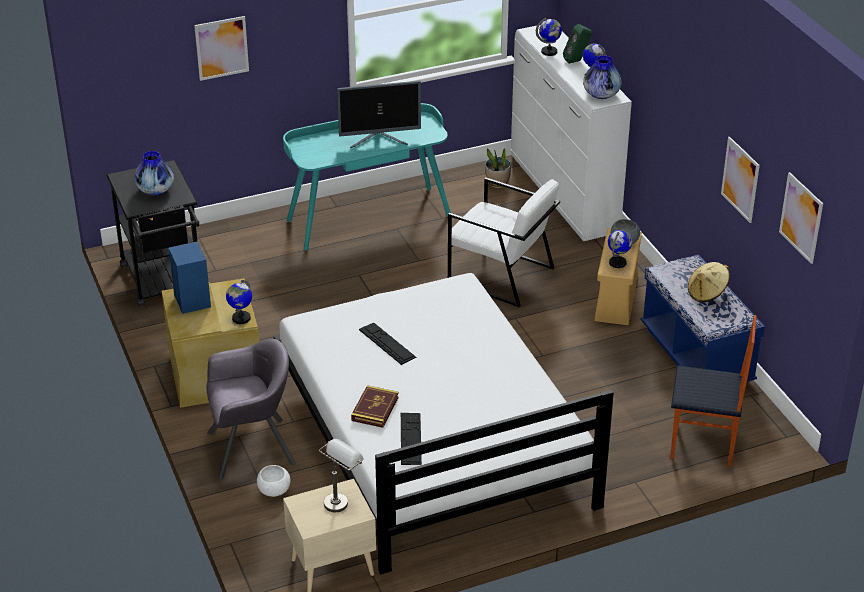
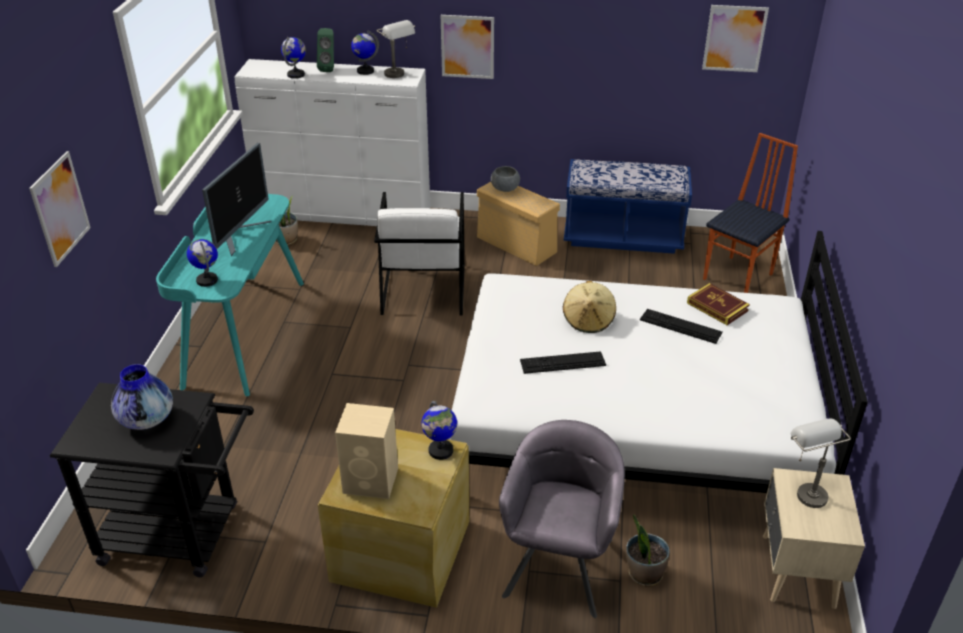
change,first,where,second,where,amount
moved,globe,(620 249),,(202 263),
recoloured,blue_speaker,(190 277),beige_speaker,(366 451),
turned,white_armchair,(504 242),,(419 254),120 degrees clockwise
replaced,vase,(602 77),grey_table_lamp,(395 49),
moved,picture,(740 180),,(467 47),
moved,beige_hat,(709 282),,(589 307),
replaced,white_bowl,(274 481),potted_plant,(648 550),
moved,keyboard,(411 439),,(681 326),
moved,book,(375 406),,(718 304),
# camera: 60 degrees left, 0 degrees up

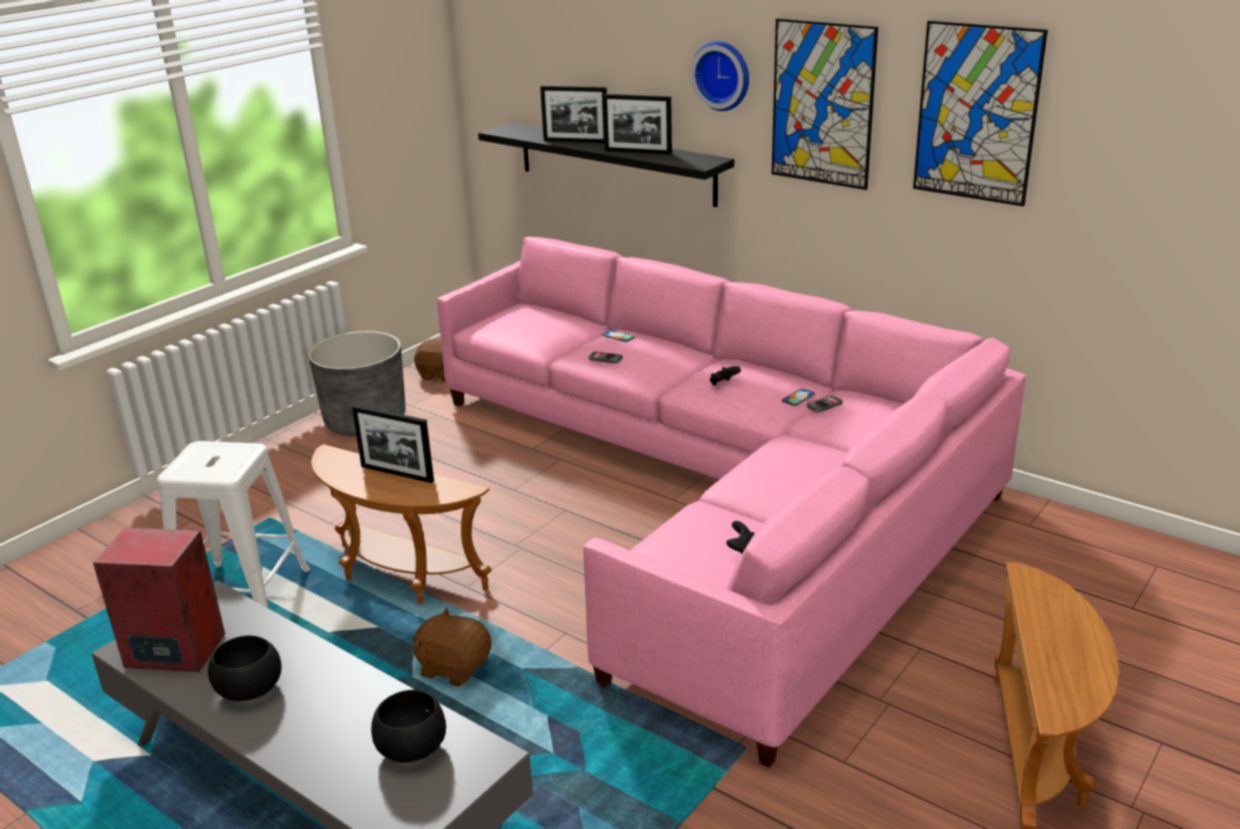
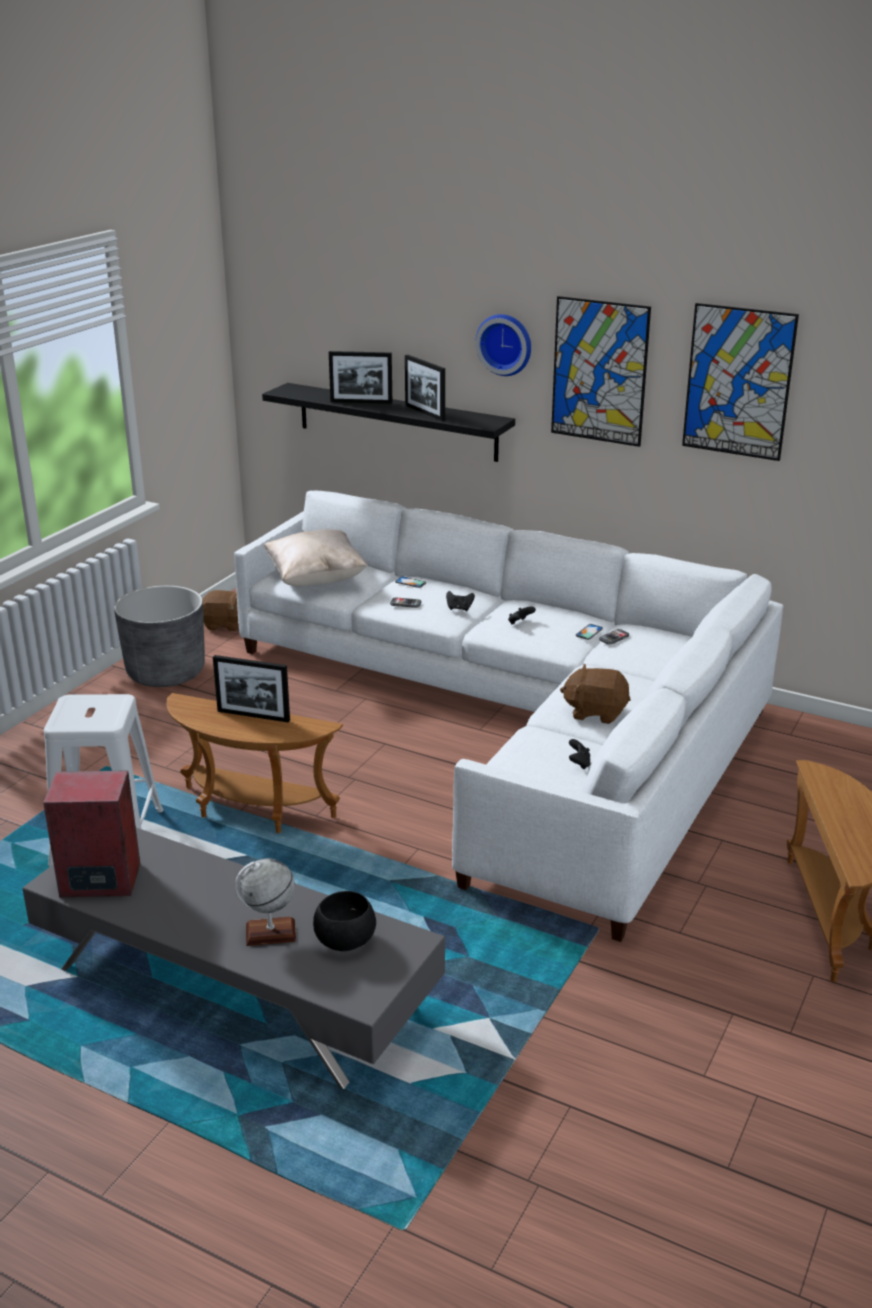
change,first,where,second,where,amount
recoloured,pink_sofa,(731 502),white_sofa,(508 716),
added,,,globe,(265 902),
added,,,beige_pillow,(316 558),
turned,picture_frame,(637 124),,(425 388),45 degrees clockwise
added,,,black_game_controller,(460 601),
moved,brown_plush_toy,(452 647),,(595 694),
removed,black_bowl,(245 668),,,
# camera: 10 degrees left, 0 degrees up

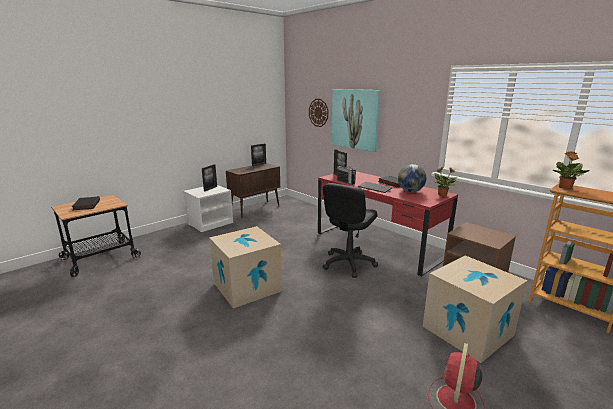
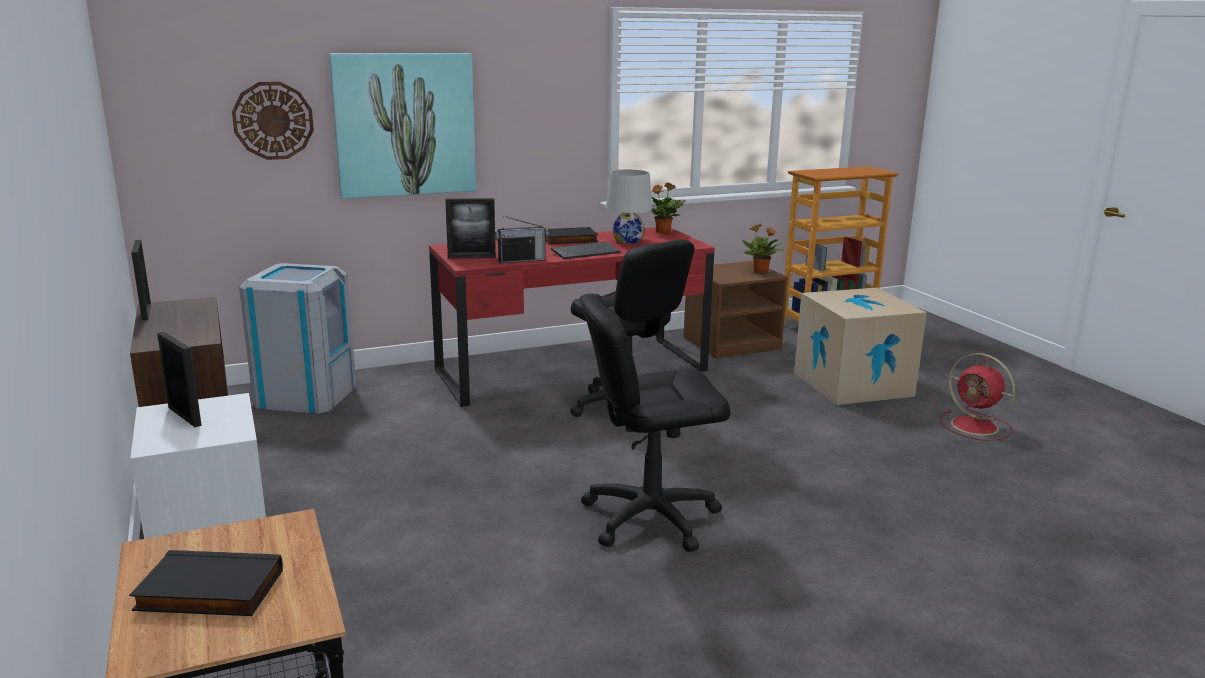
change,first,where,second,where,amount
added,,,grey_trash_can,(297 338),
replaced,cardboard_box,(245 267),black_office_chair,(655 423),
replaced,globe,(412 178),white_table_lamp,(629 206),
moved,potted_plant,(571 170),,(763 248),
# camera: 70 degrees left, 0 degrees up

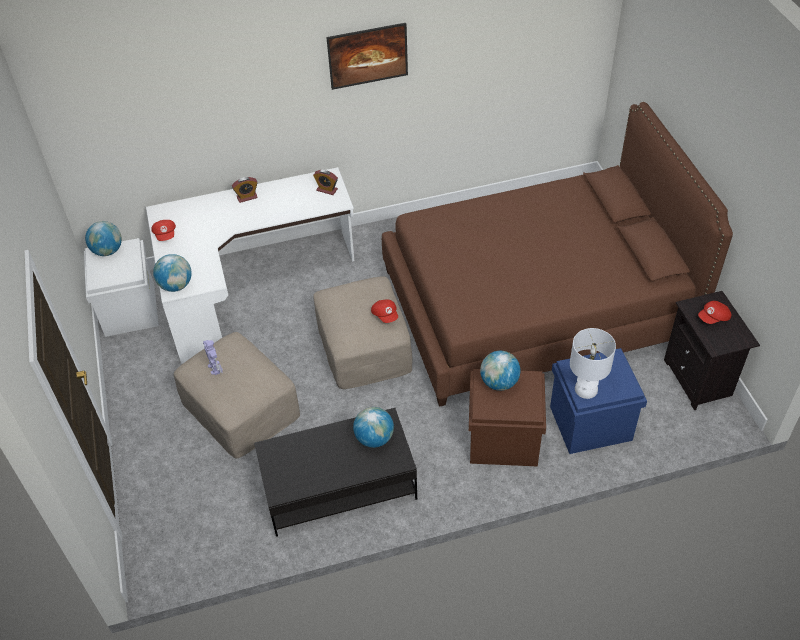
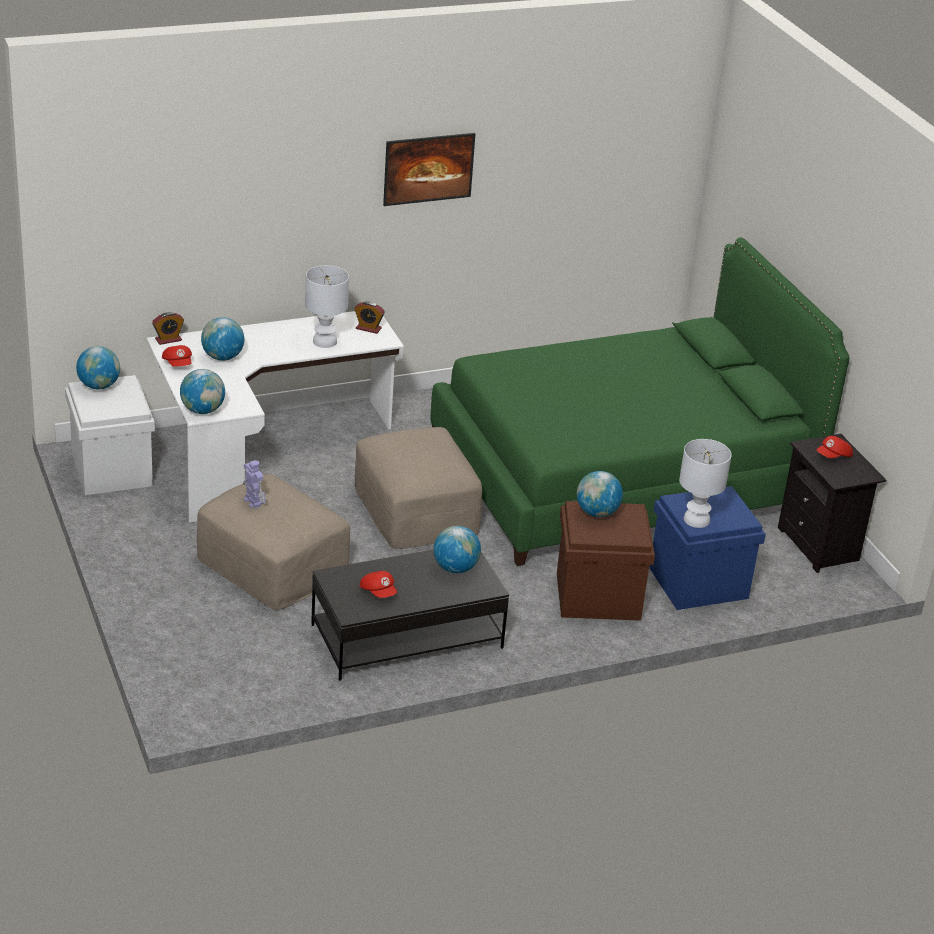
change,first,where,second,where,amount
moved,alarm_clock,(245 190),,(168 328),
added,,,globe,(222 339),
added,,,white_table_lamp,(327 306),
moved,red_cap,(384 311),,(378 584),
recoloured,brown_bed,(557 254),green_bed,(640 401),
# camera: 10 degrees left, 15 degrees down

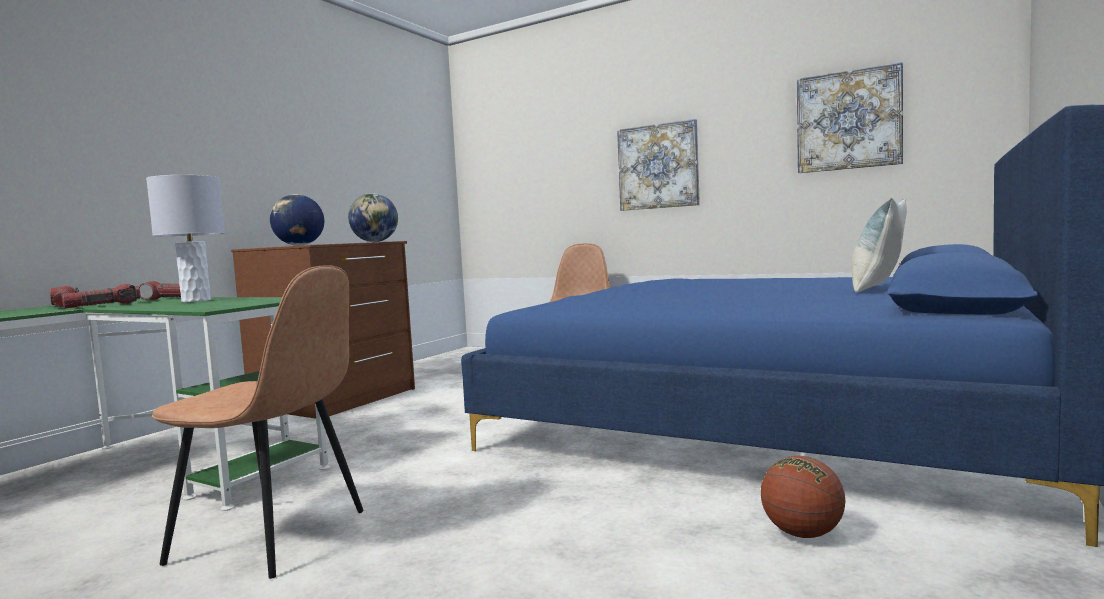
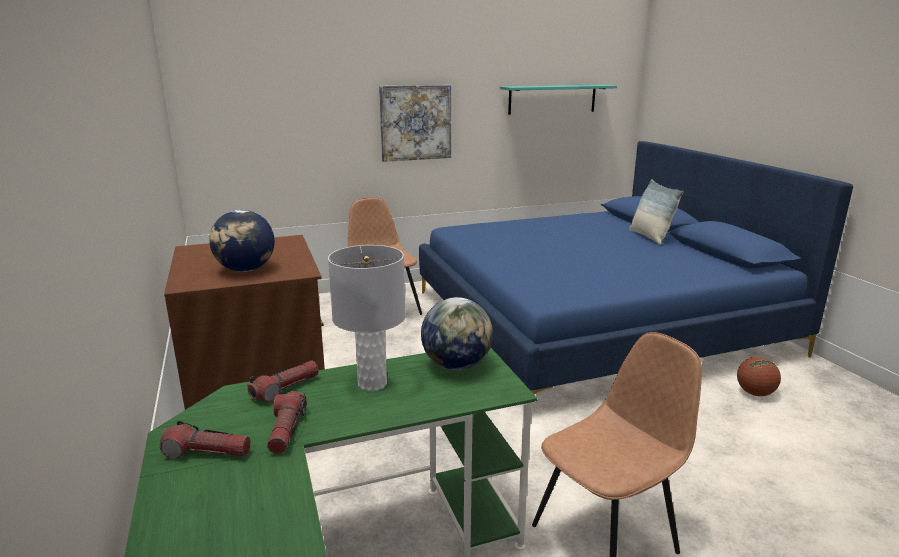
change,first,where,second,where,amount
moved,globe,(373 217),,(457 333),
replaced,picture,(850 117),turquoise_shelf,(558 100),
# camera: 50 degrees left, 15 degrees up

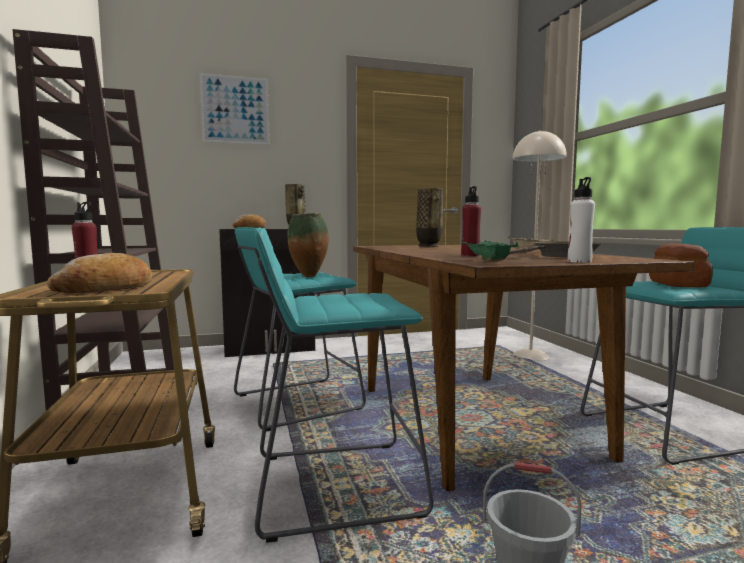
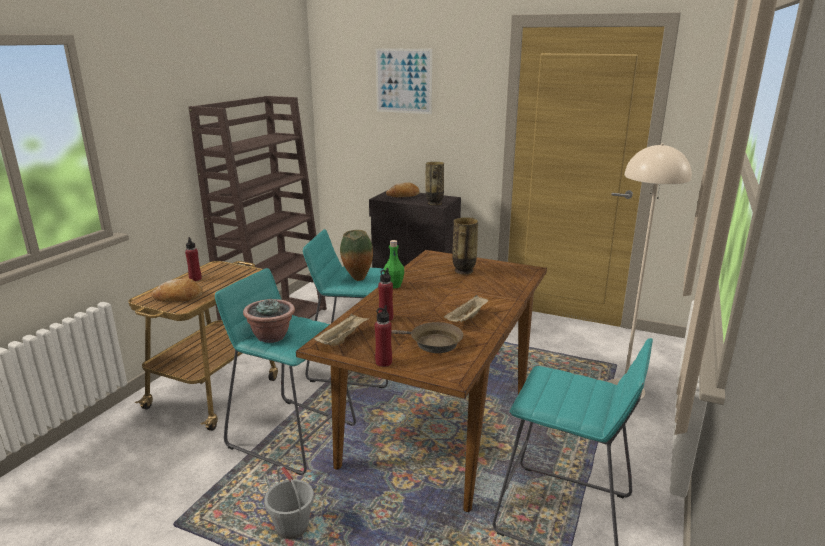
change,first,where,second,where,amount
added,,,potted_plant,(269 320),
recoloured,green_tray,(490 251),beige_tray,(341 329),
recoloured,white_bottle,(581 220),red_bottle,(383 336),
added,,,green_bottle,(394 264),
removed,bread,(681 265),,,
# camera: 40 degrees right, 15 degrees up

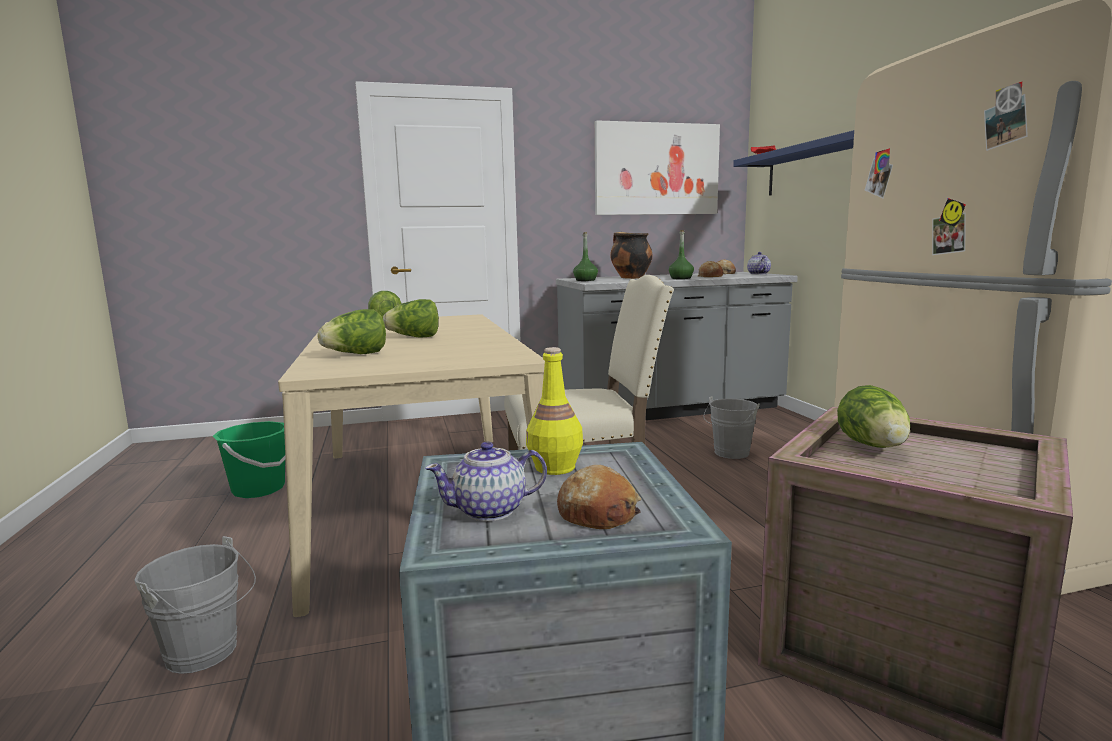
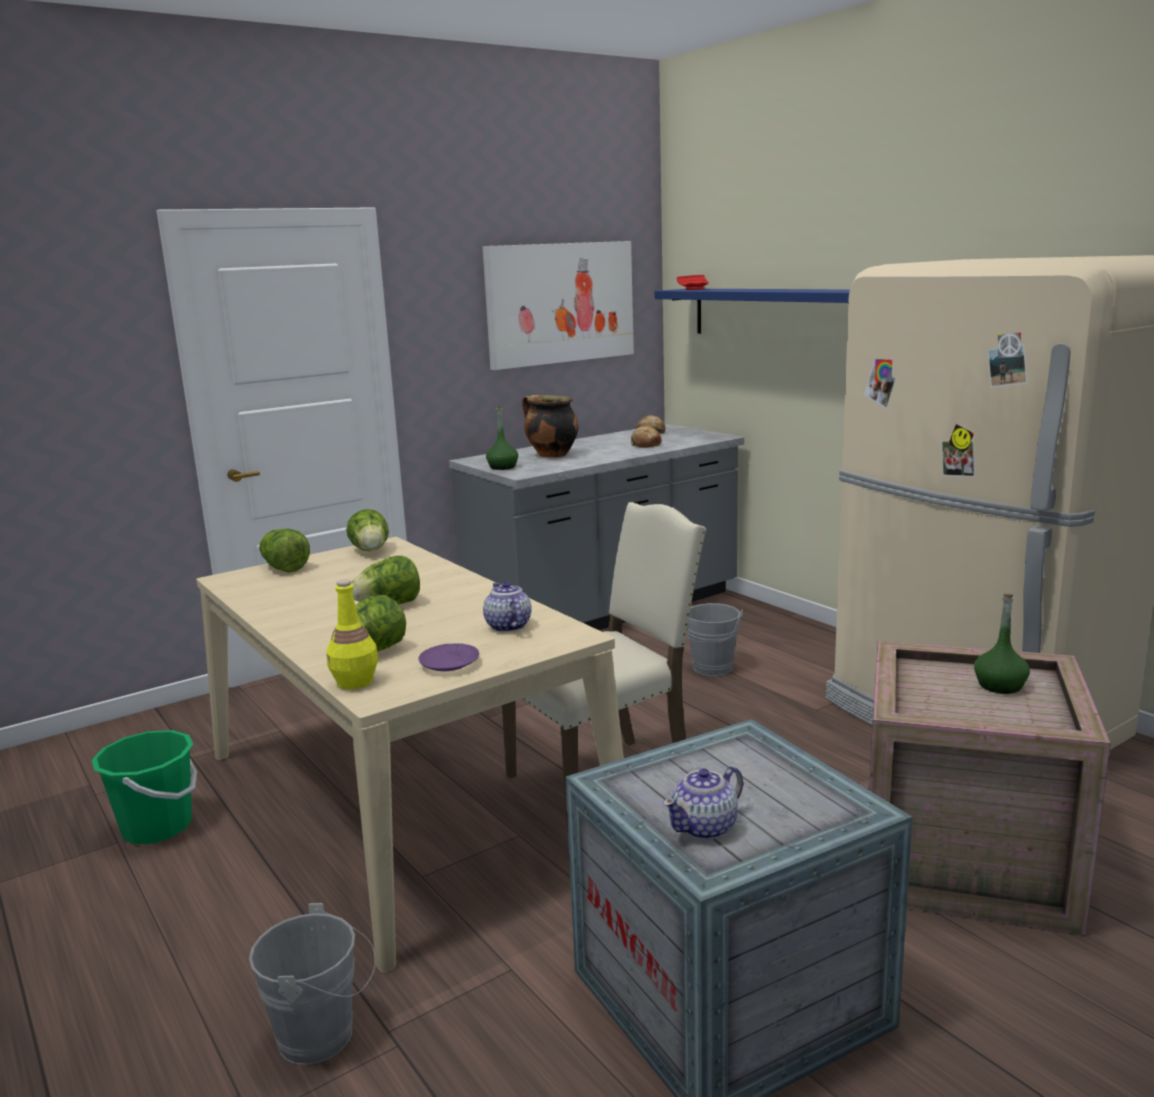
change,first,where,second,where,amount
moved,yellow_bottle,(554 411),,(352 634),
moved,lettuce,(873 416),,(367 530),
added,,,purple_plate,(448 657),
moved,teapot,(759 263),,(507 606),
moved,green_bottle,(681 254),,(1002 643),
removed,bread,(599 497),,,
# camera: 20 degrees left, 5 degrees up

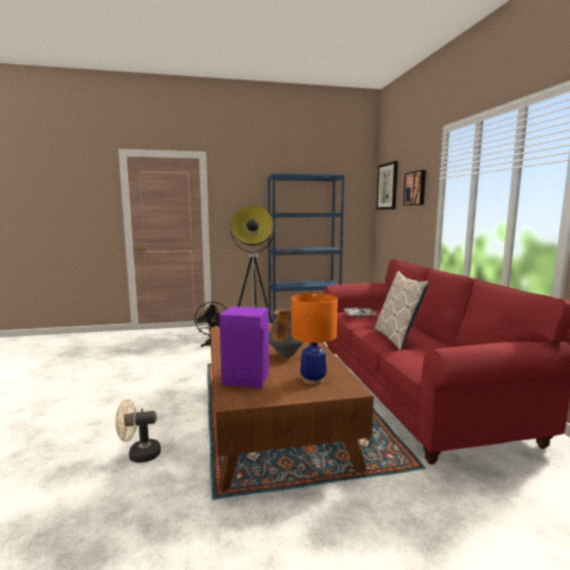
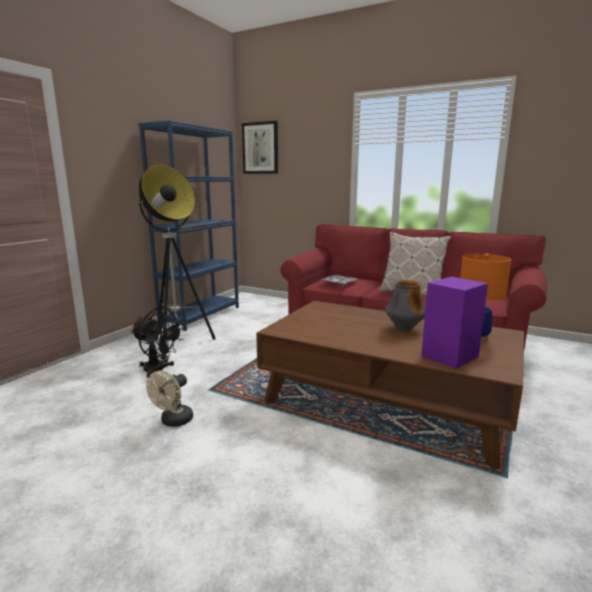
change,first,where,second,where,amount
moved,beige_fan,(138 431),,(169 398),
removed,picture,(414 188),,,
# camera: 50 degrees left, 5 degrees up

